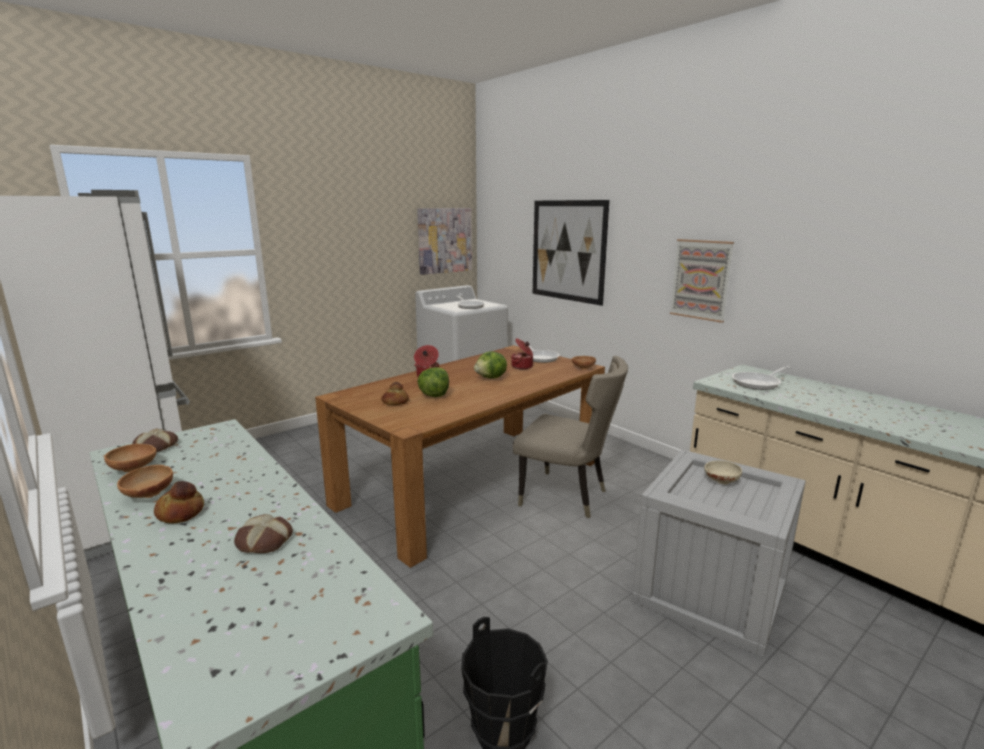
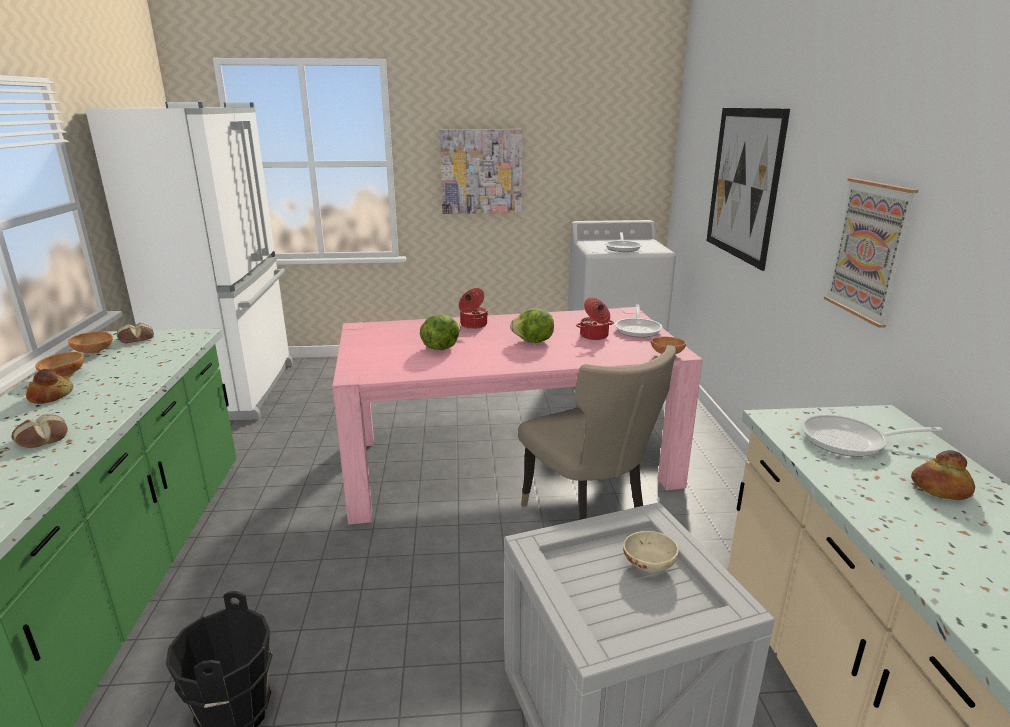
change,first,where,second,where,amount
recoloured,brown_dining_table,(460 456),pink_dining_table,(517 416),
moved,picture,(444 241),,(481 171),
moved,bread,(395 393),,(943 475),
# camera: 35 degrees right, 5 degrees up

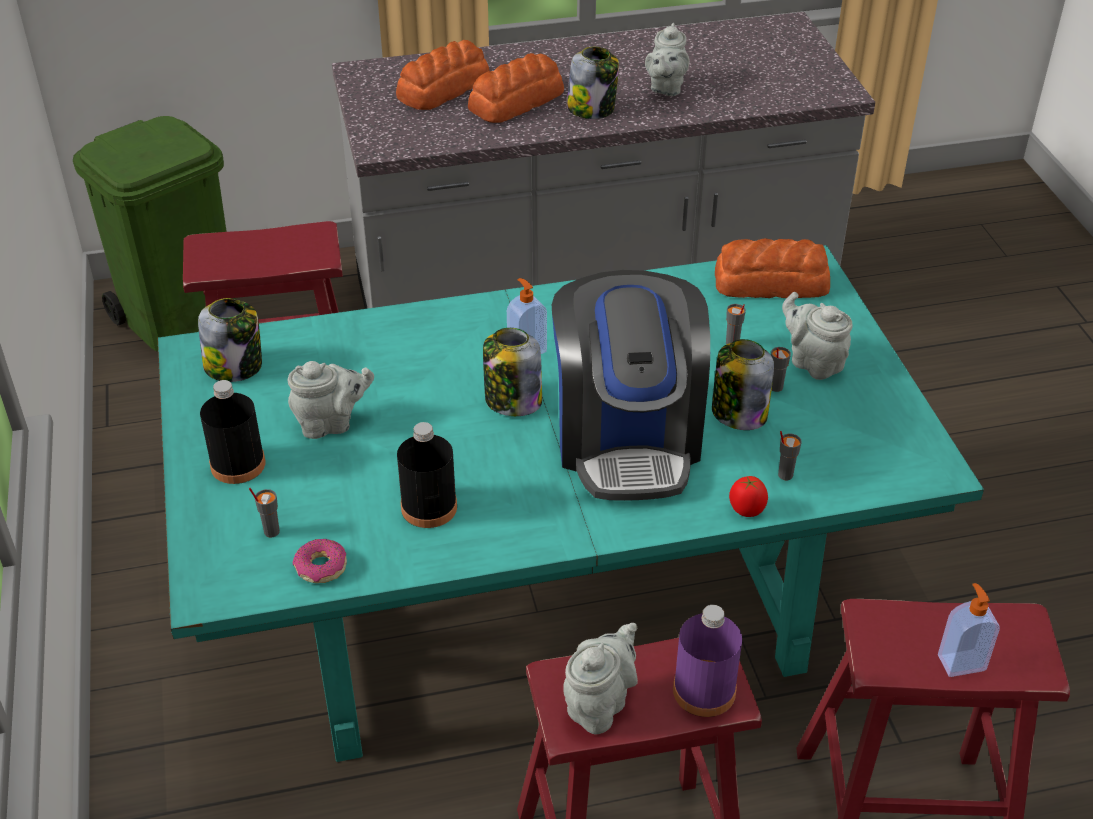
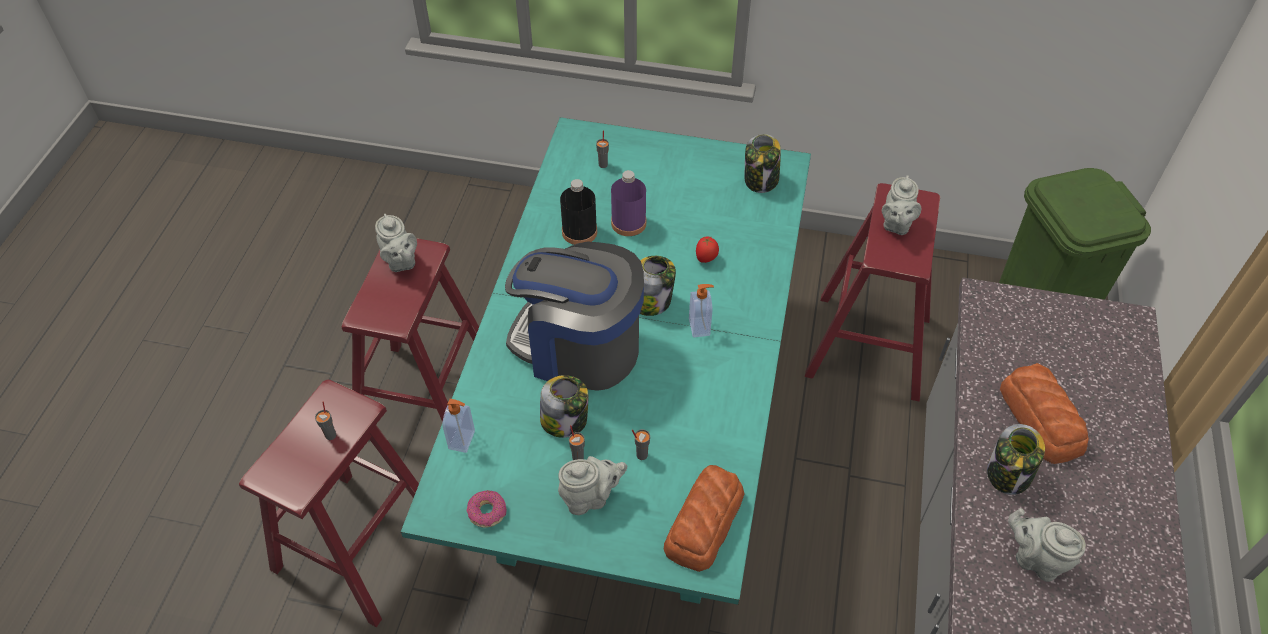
change,first,where,second,where,amount
moved,grey_cup,(790 455),,(325 420),
moved,soap_dispenser,(969 630),,(458 426),
moved,donut,(320 561),,(487 509),
moved,purple_bottle,(707 661),,(628 203),
moved,tomato,(748 496),,(707 249),
moved,grey_teapot,(331 400),,(901 205),
removed,black_bottle,(233 432),,,
removed,bread,(443 75),,,
# camera: 115 degrees right, 10 degrees up

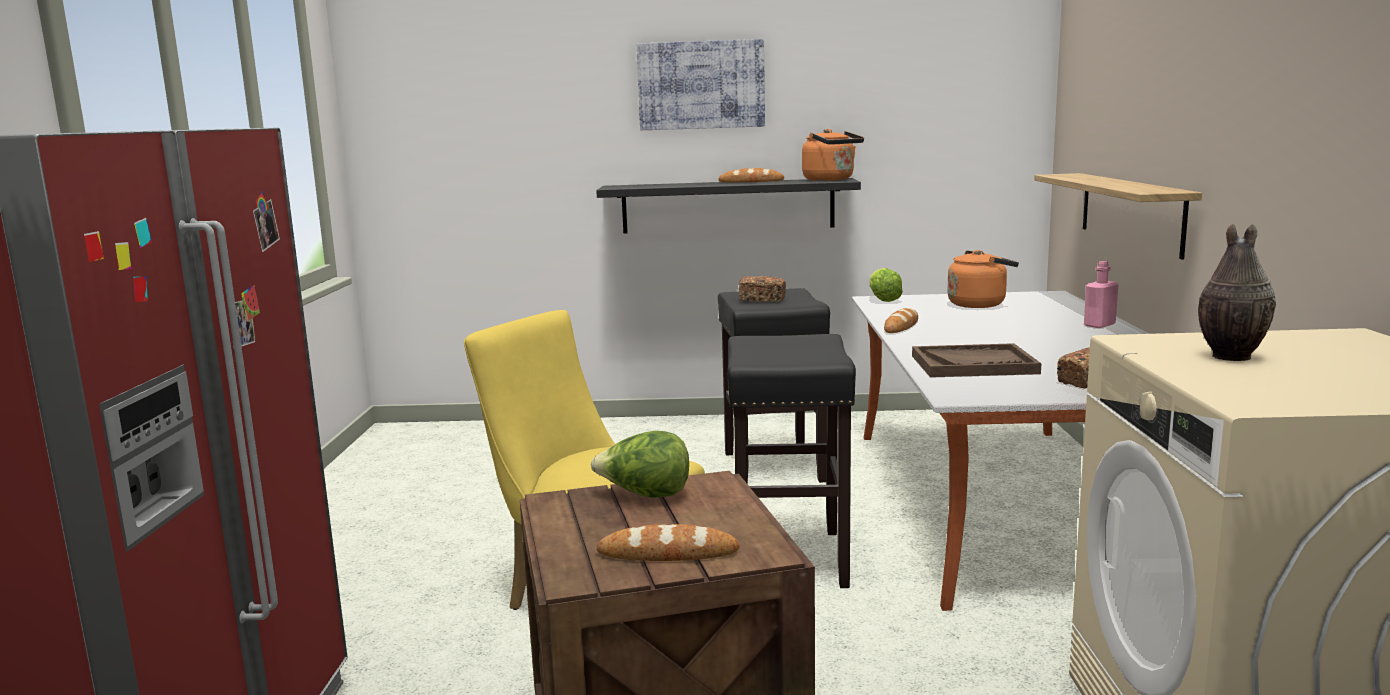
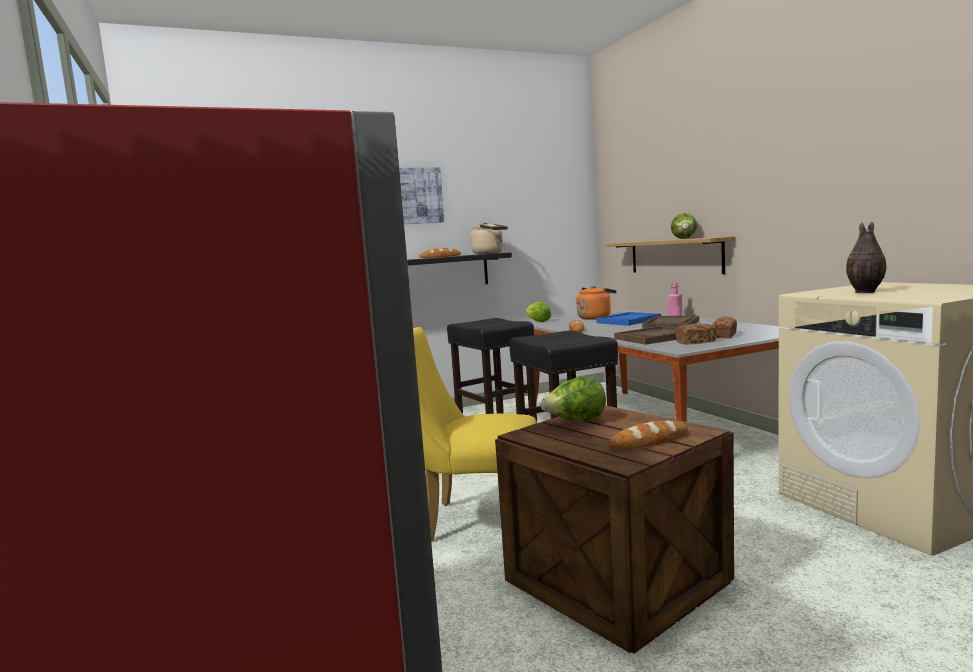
change,first,where,second,where,amount
recoloured,orange_kettle,(833 155),beige_kettle,(489 238),
added,,,blue_tray,(628 319),
added,,,brown_tray,(670 322),
added,,,lettuce,(684 226),
moved,bread,(762 289),,(696 333),
# camera: 25 degrees left, 5 degrees down

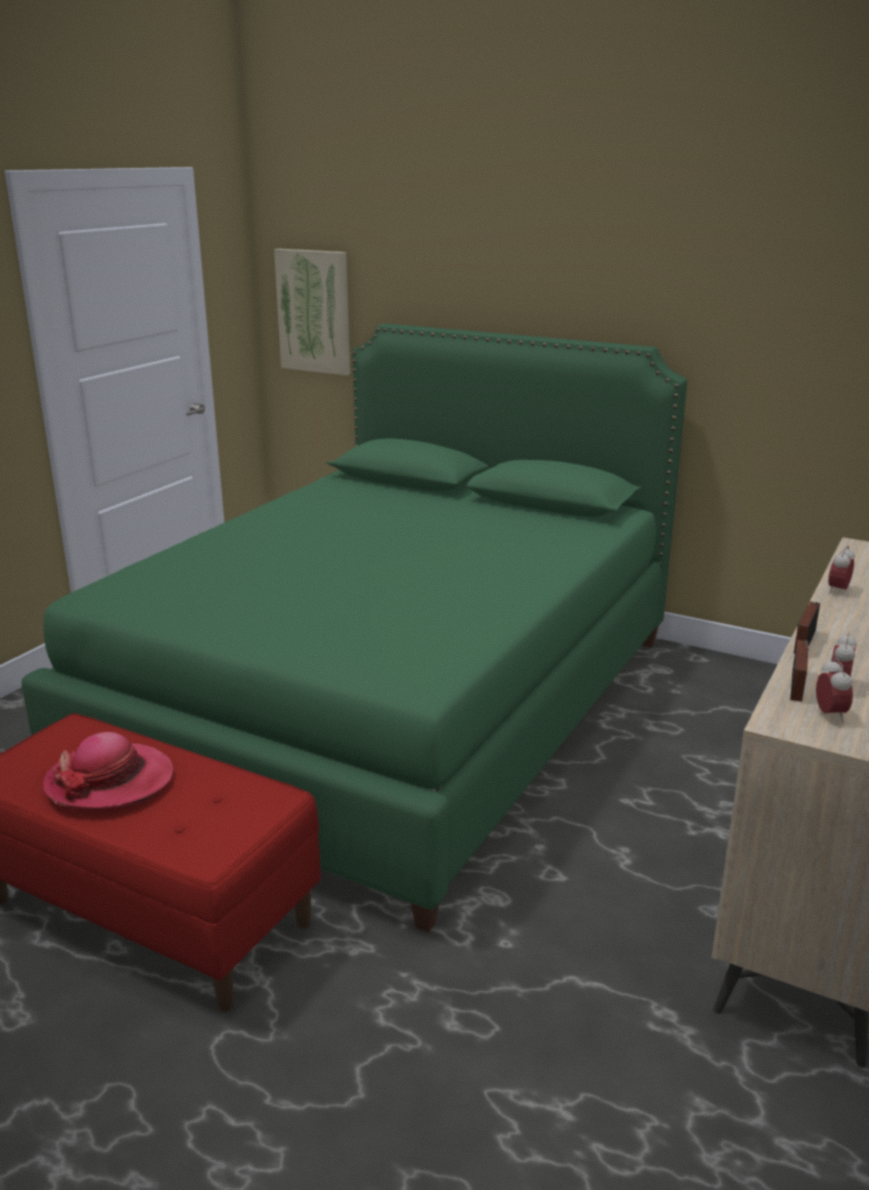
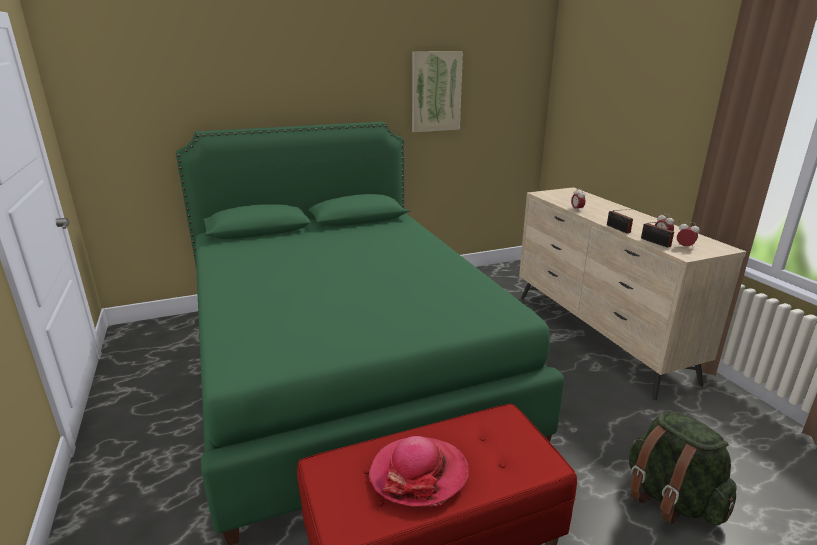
change,first,where,second,where,amount
moved,picture,(312 312),,(437 91),
added,,,green_backpack,(683 468),
# camera: 50 degrees left, 0 degrees up

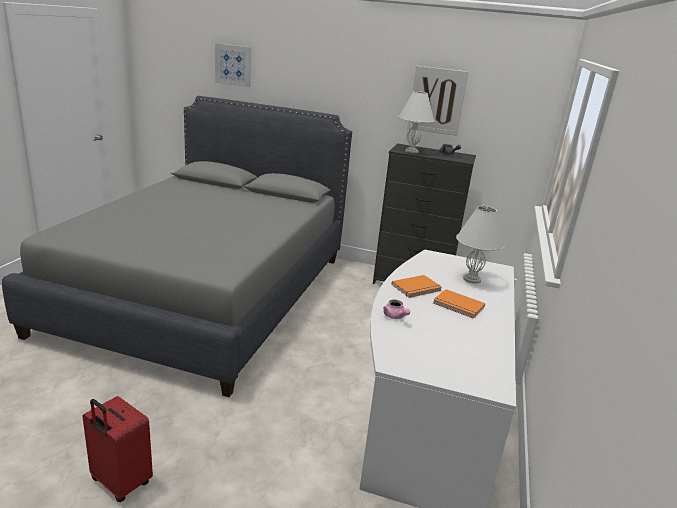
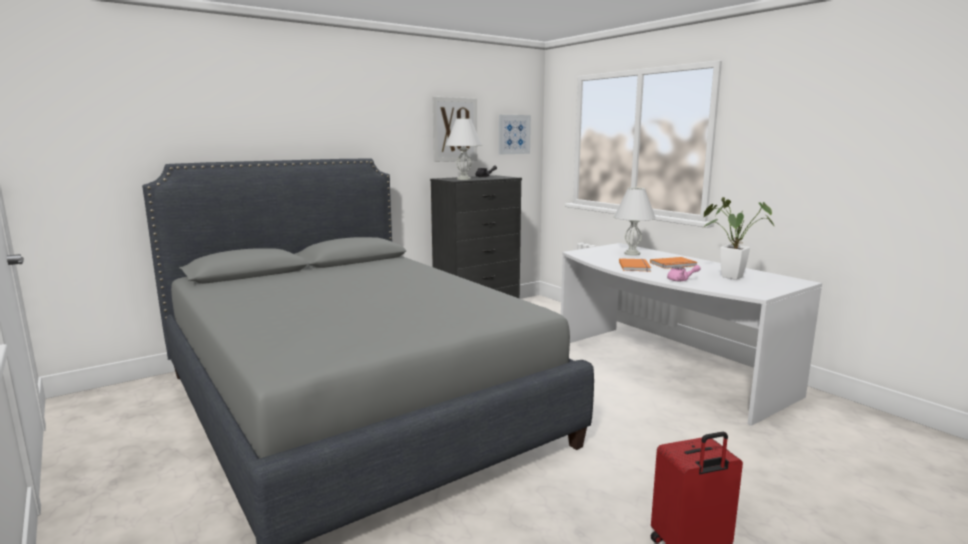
change,first,where,second,where,amount
moved,picture,(233 65),,(515 134),
added,,,potted_plant,(738 238),
# camera: 50 degrees left, 10 degrees down

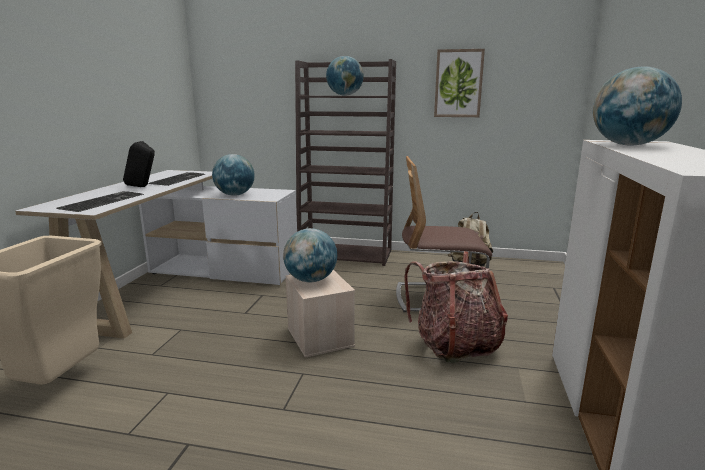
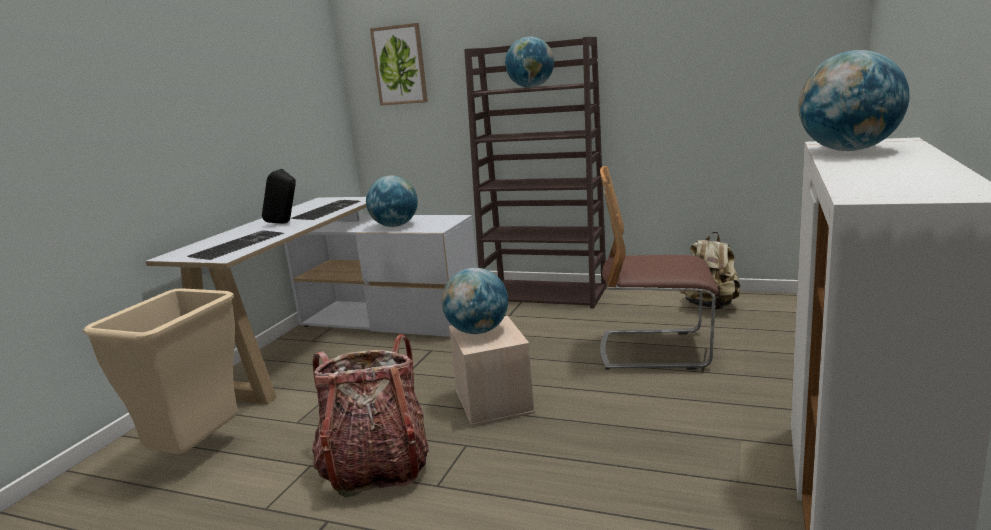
change,first,where,second,where,amount
moved,backpack,(456 307),,(370 415),
moved,picture,(459 83),,(399 64),
# camera: 10 degrees right, 0 degrees up

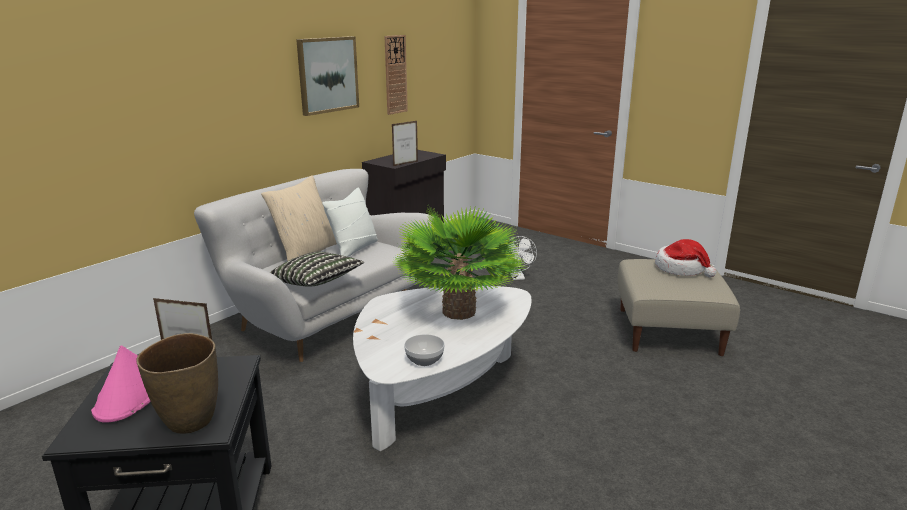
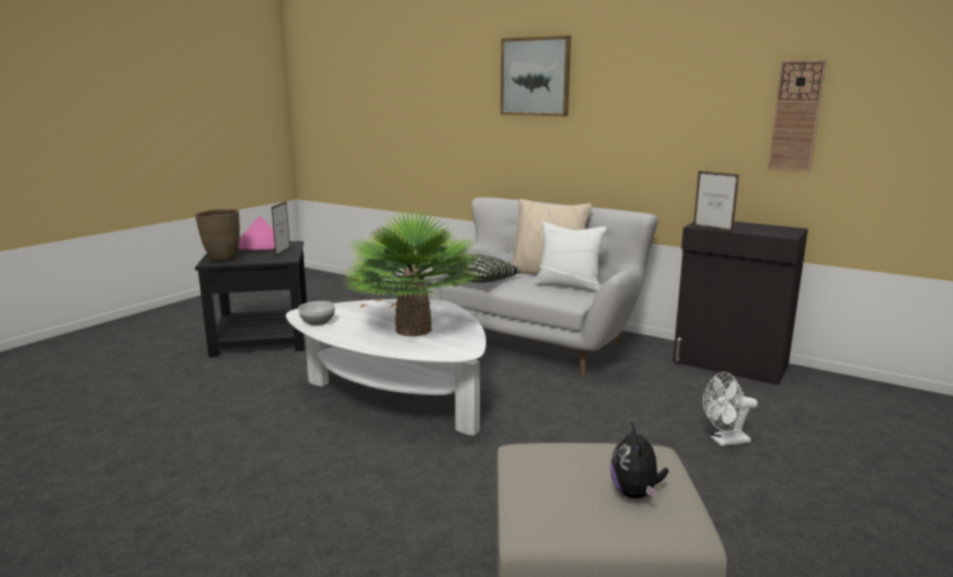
change,first,where,second,where,amount
moved,picture,(327 76),,(535 76),
replaced,hat,(686 258),plush_toy,(639 460),
# camera: 85 degrees right, 5 degrees down

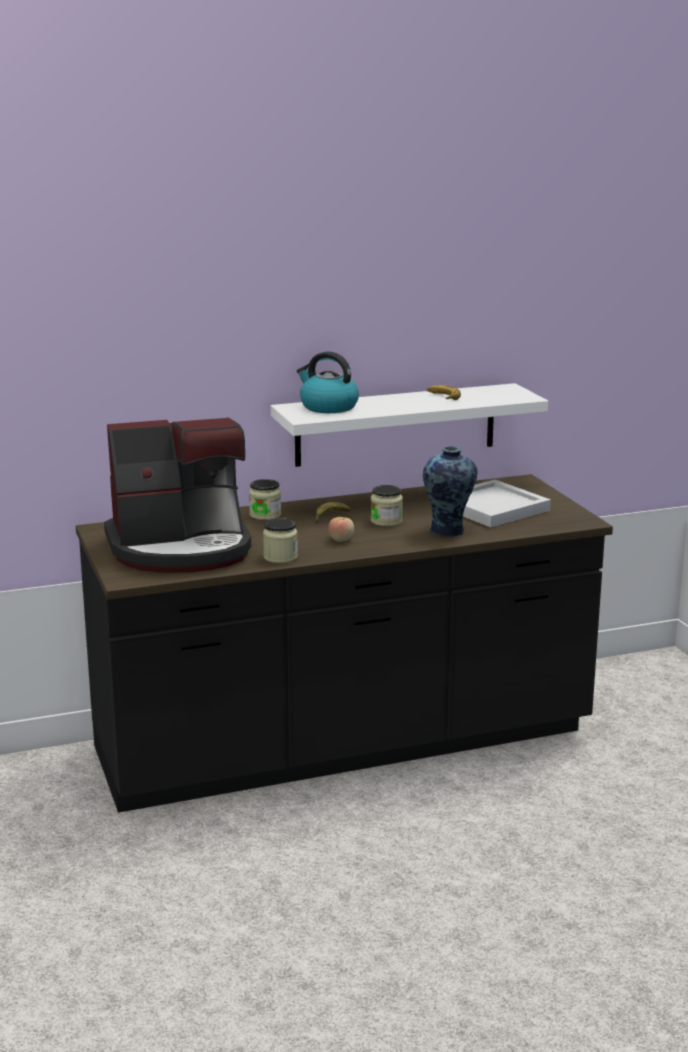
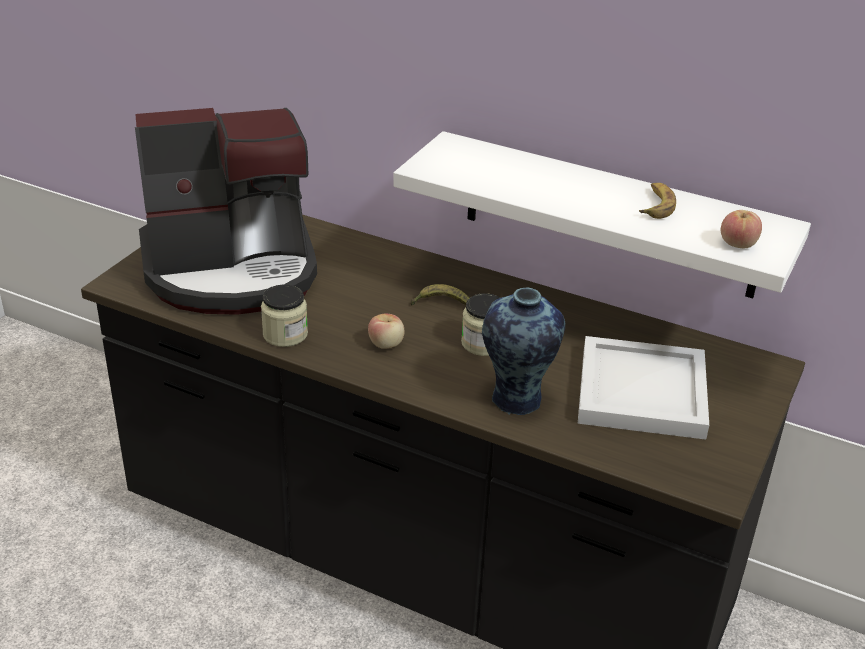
change,first,where,second,where,amount
turned,coffee_machine,(177 495),,(226 211),45 degrees counterclockwise
added,,,apple,(741 229),
removed,jar,(265 499),,,
removed,kettle,(328 382),,,
# camera: 45 degrees right, 15 degrees up

